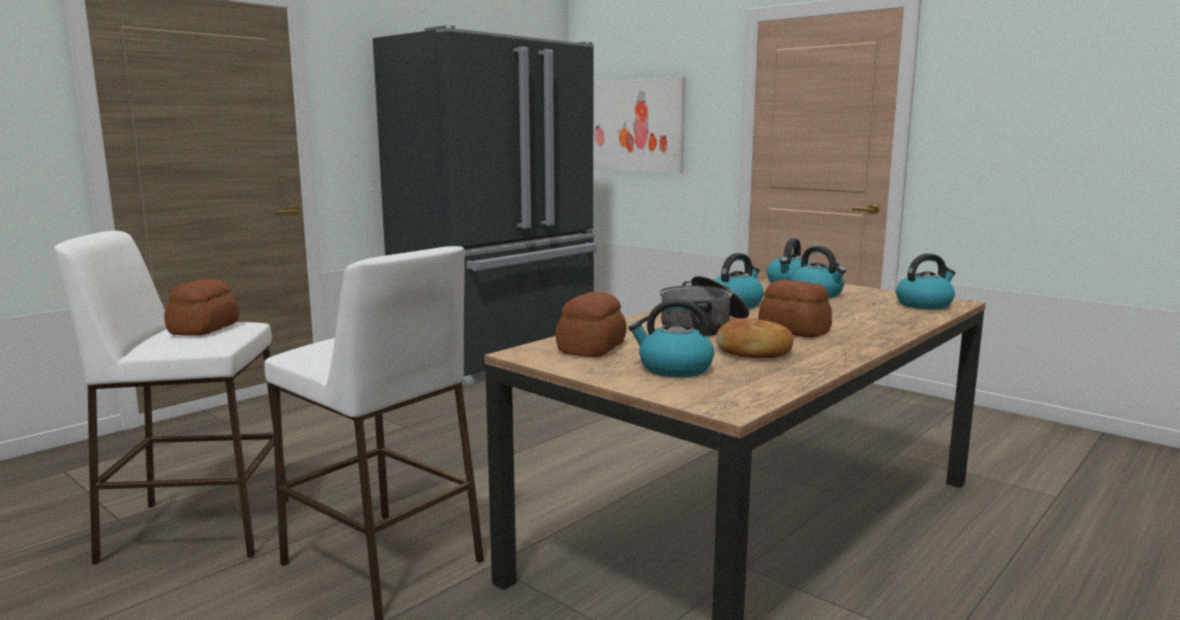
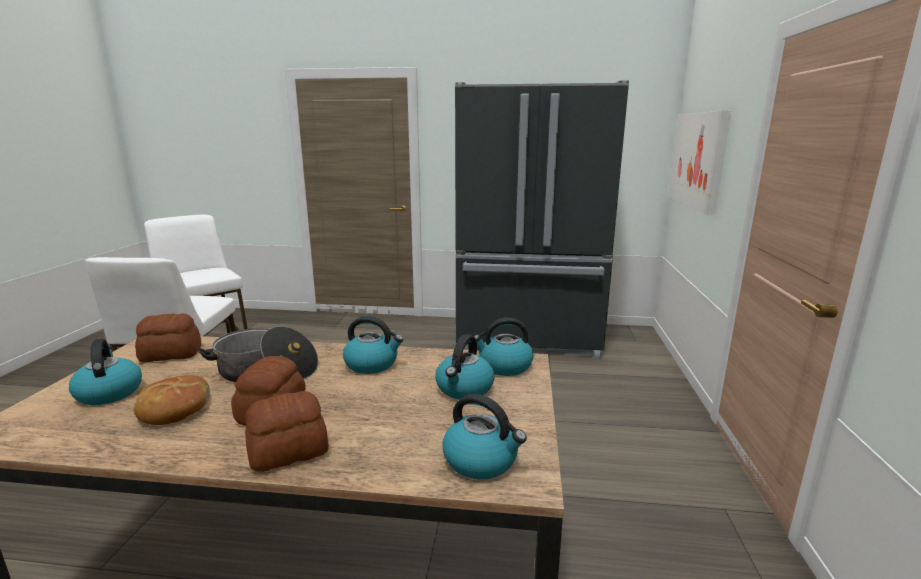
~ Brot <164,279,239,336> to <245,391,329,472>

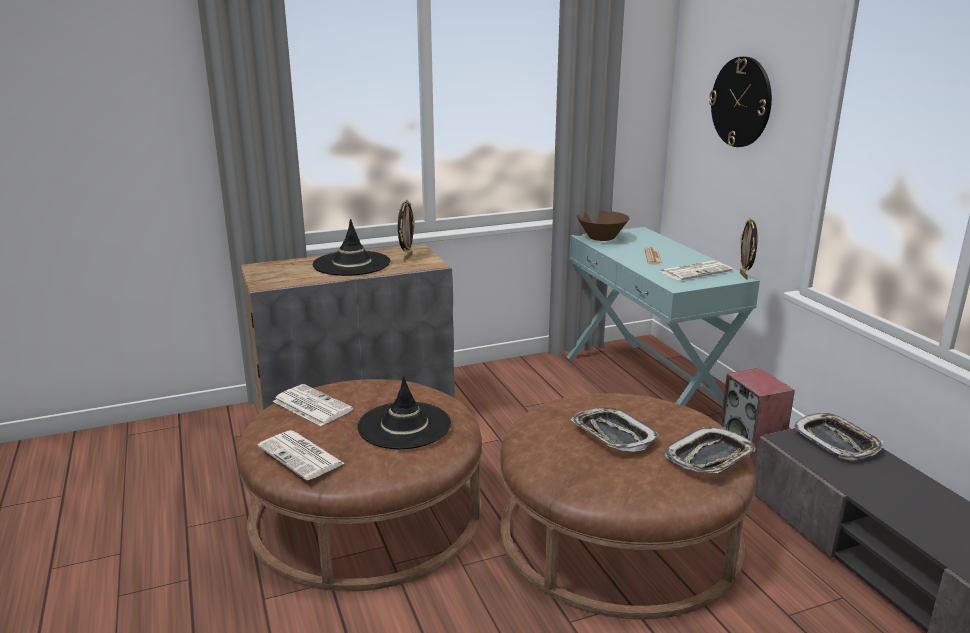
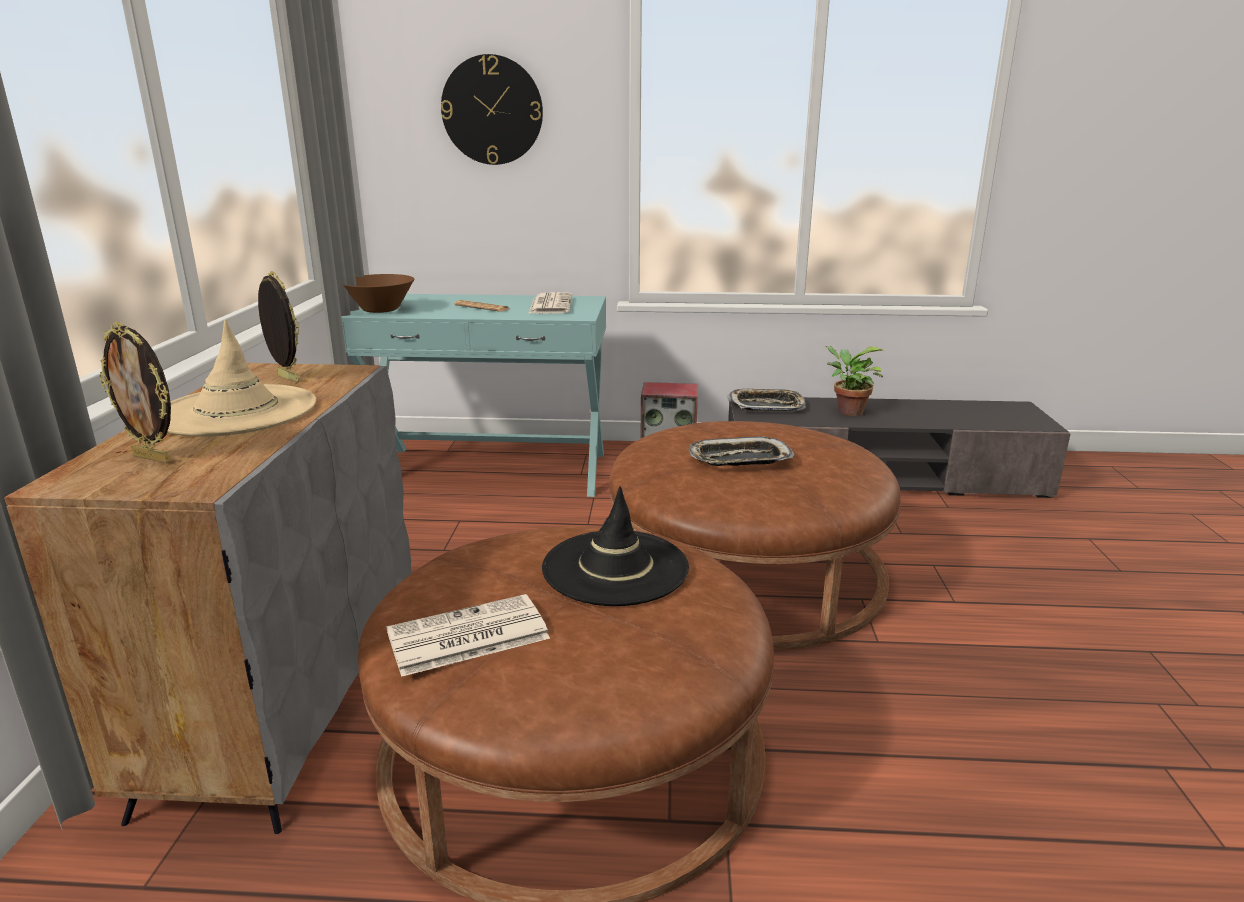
- Zeitung <258,431,345,480>
~ Hut [schwarz] <313,219,390,276> to Hut [beige] <167,319,316,437>
- Tablett <665,427,755,473>
~ Bilderrahmen <740,218,758,280> to <99,322,171,463>
+ Topfpflanze <825,346,884,416>

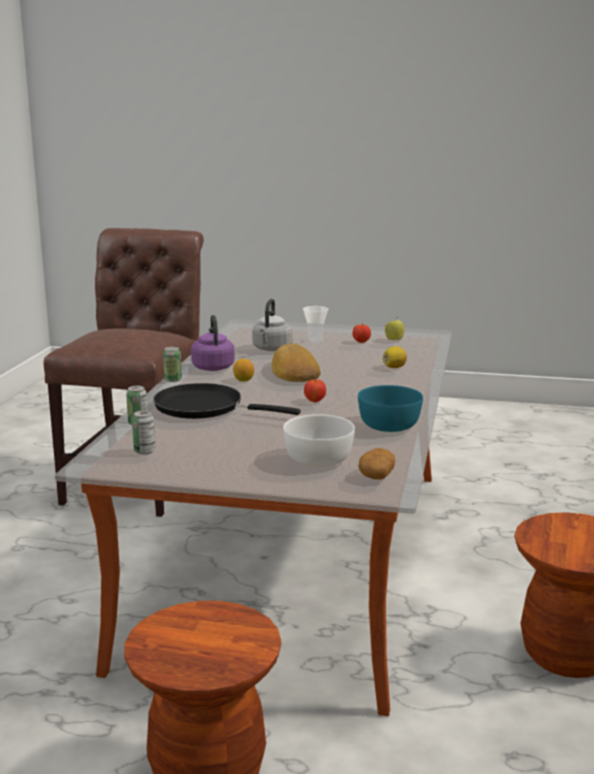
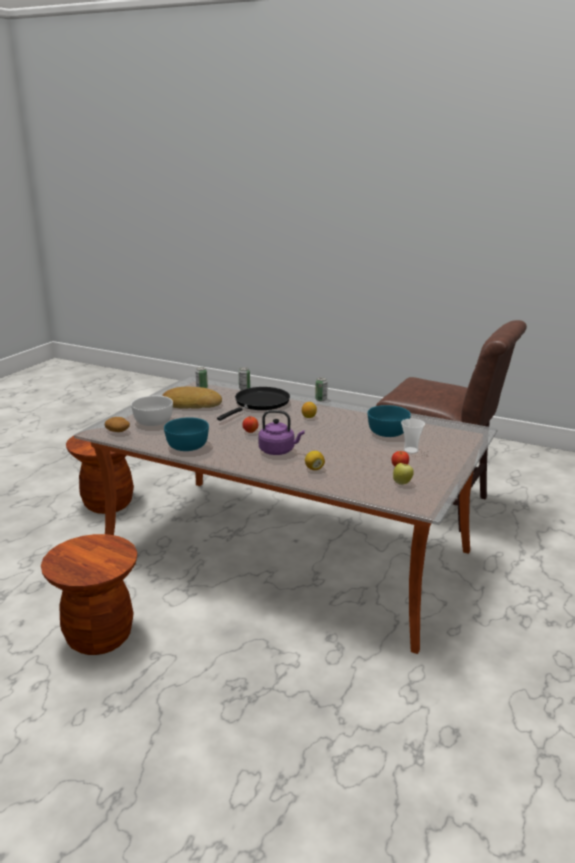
~ Wasserkessel [lila] <191,315,235,371> to <258,410,305,455>
~ Wasserkessel [grau] <252,299,292,351> to Schüssel [türkis] <368,405,411,437>
~ Brot <271,344,320,382> to <162,386,222,409>

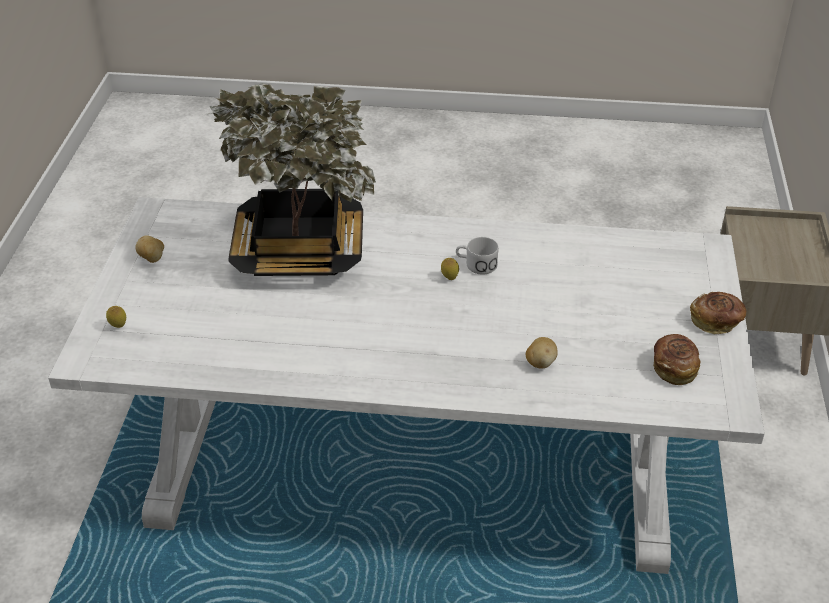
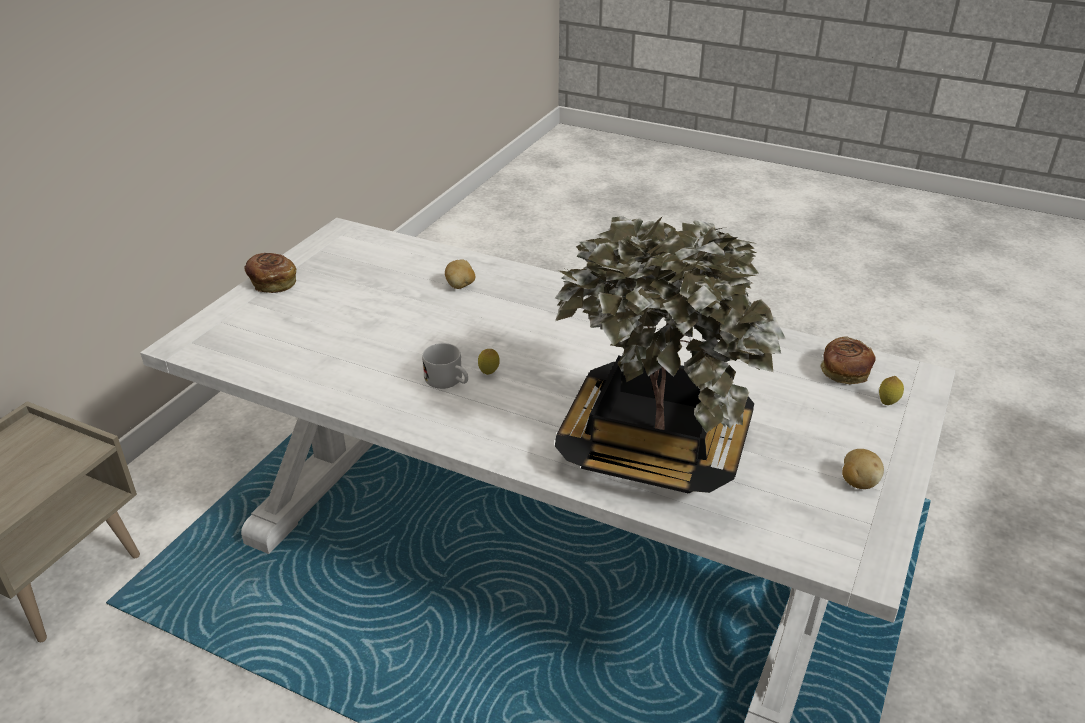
~ Brot <653,334,701,385> to <820,336,876,385>

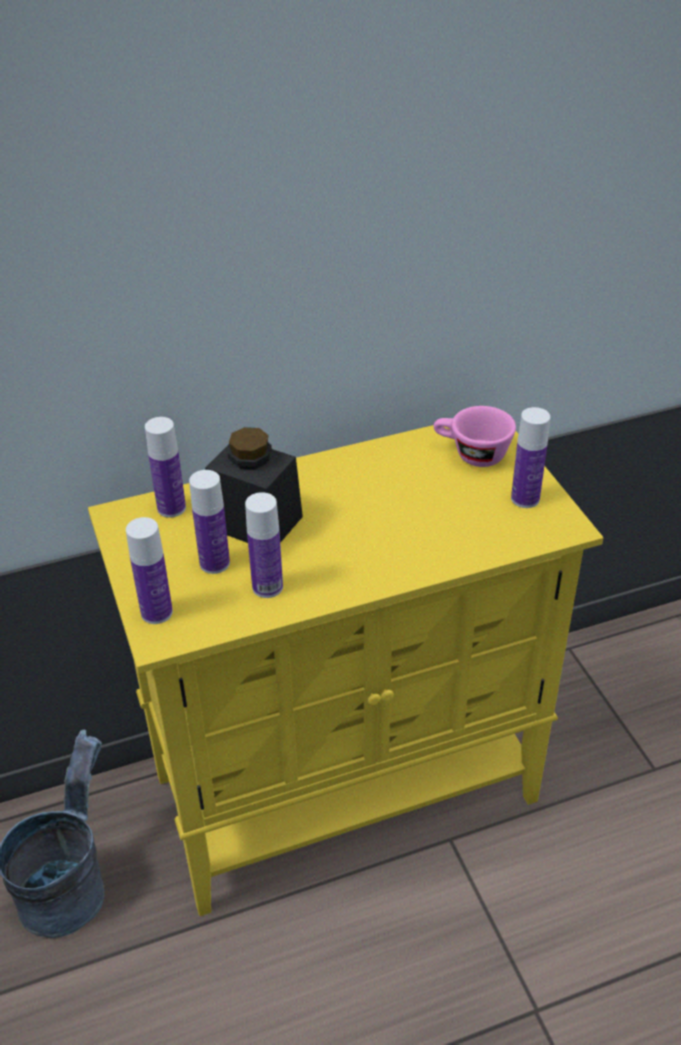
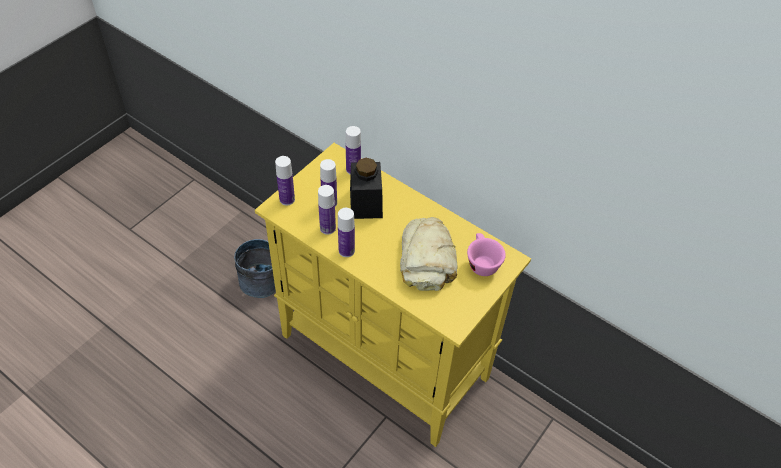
~ Flasche <511,407,550,508> to <338,208,355,257>
+ Brot <400,217,458,291>

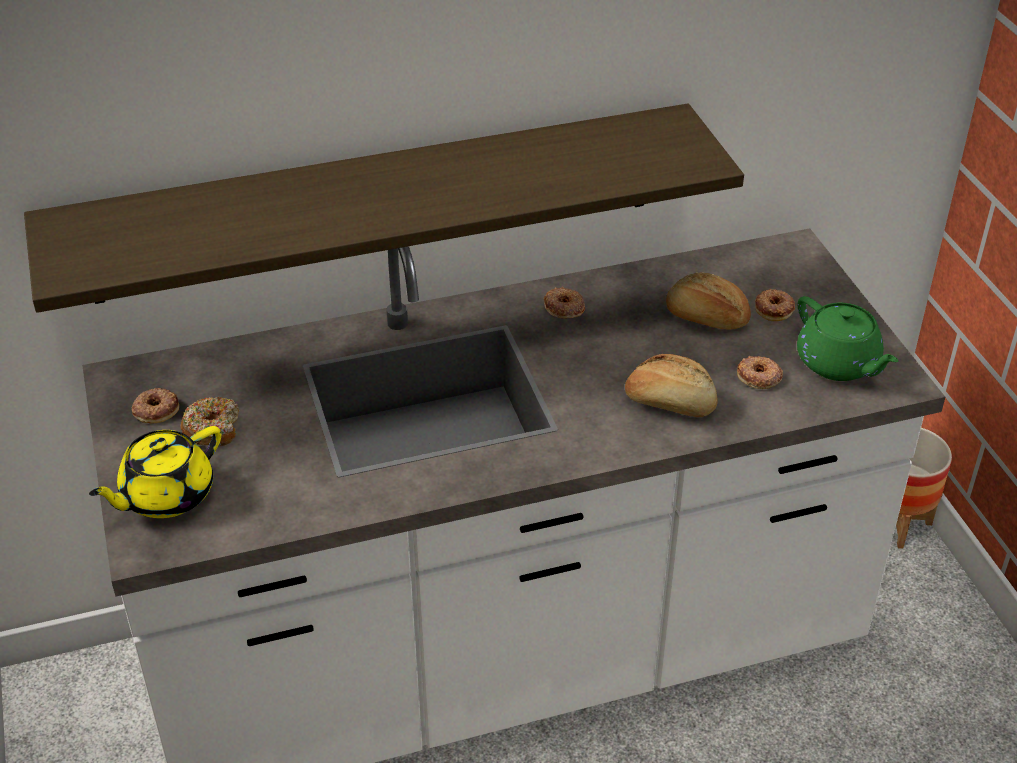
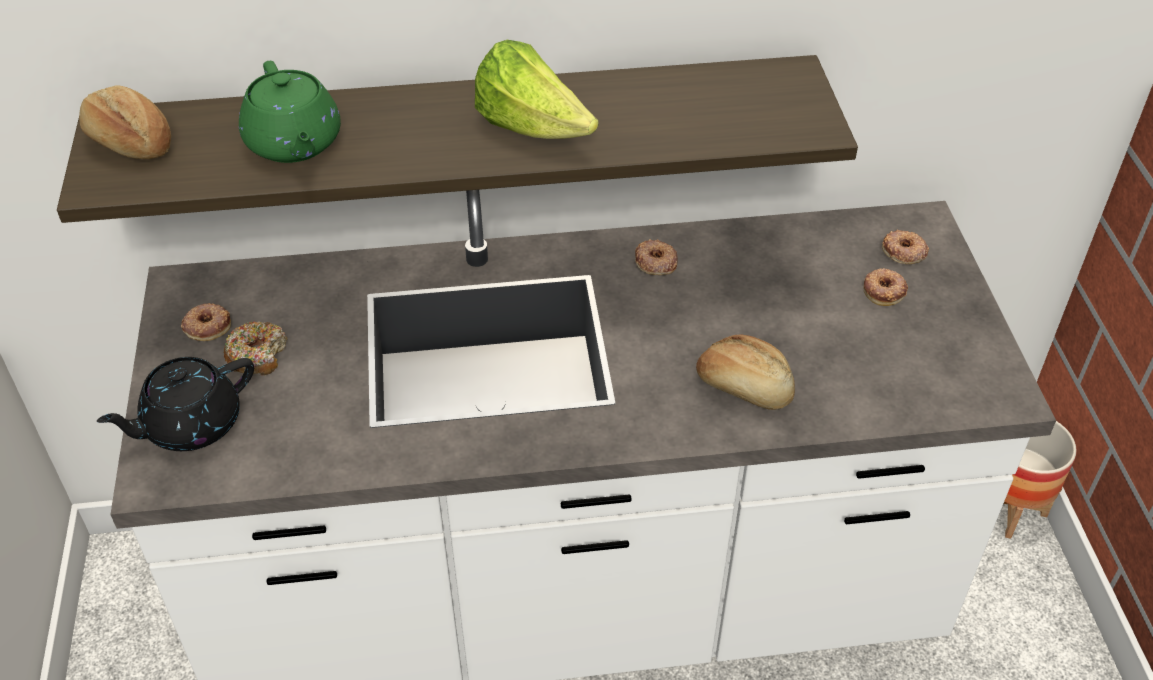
~ Teekanne [gelb] <89,426,221,518> to Teekanne [schwarz] <97,357,254,451>
~ Brot <666,273,751,329> to <79,85,171,159>
~ Donut <737,356,783,389> to <882,229,929,264>
~ Teekanne [grün] <797,296,899,381> to <239,61,341,163>
+ Salatkopf <475,40,599,139>

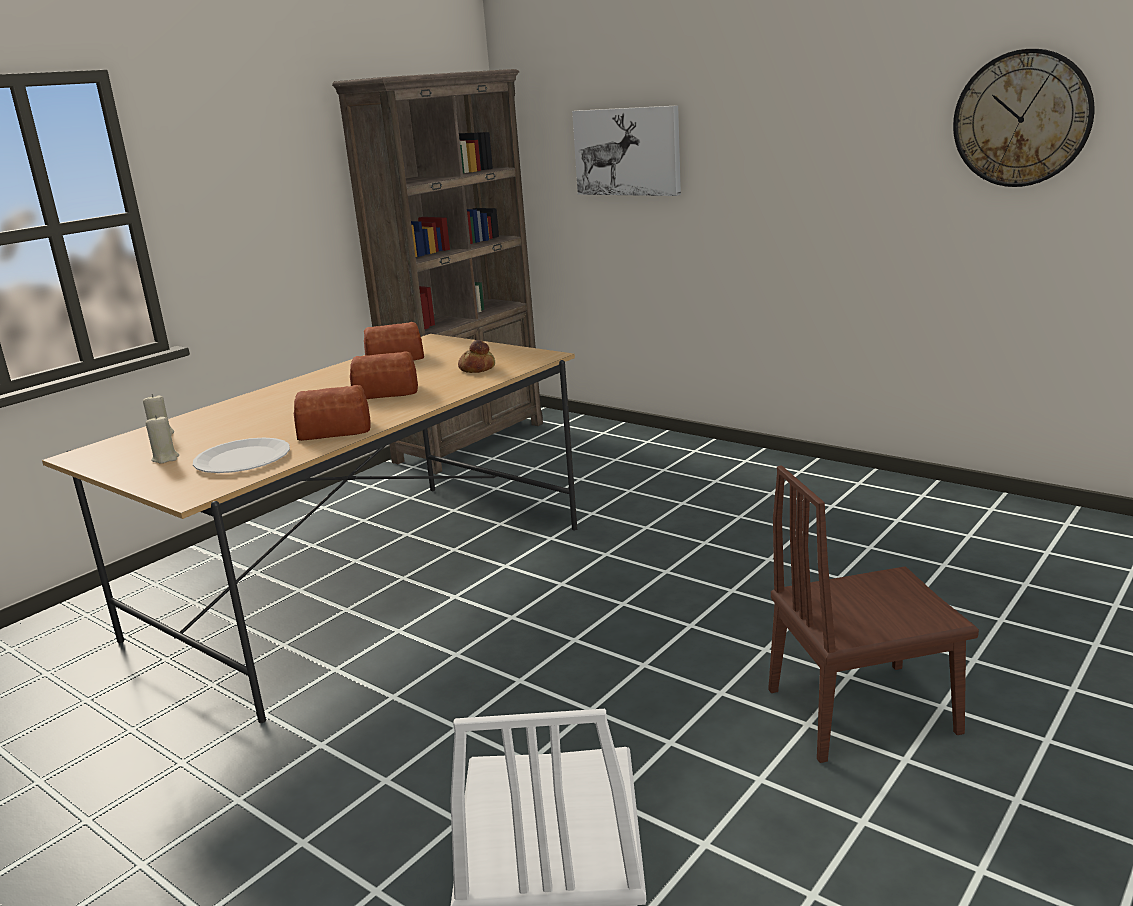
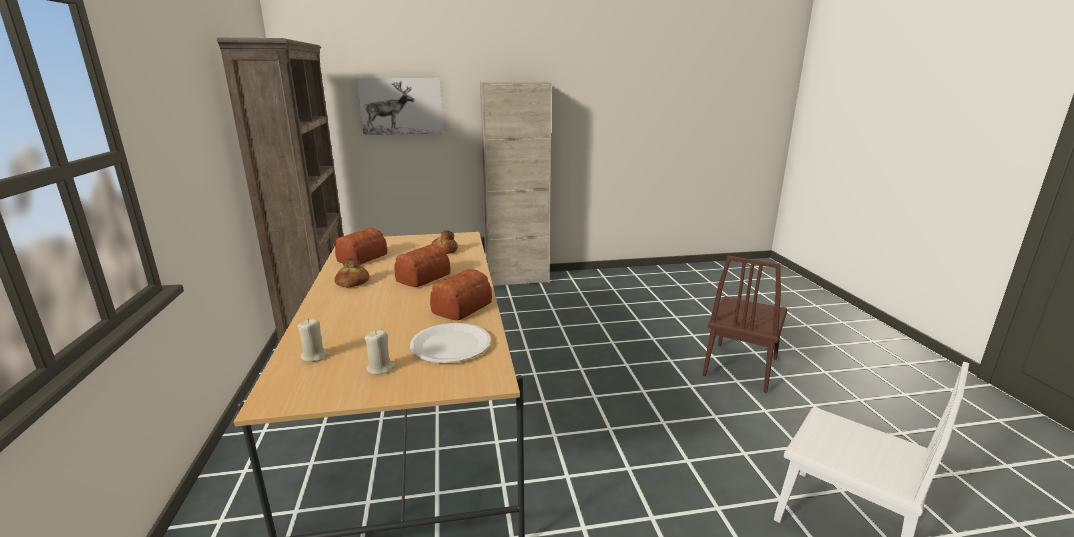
- Wanduhr <953,49,1094,187>
+ Brot <334,258,369,287>
+ Schrank [beige] <480,81,551,286>

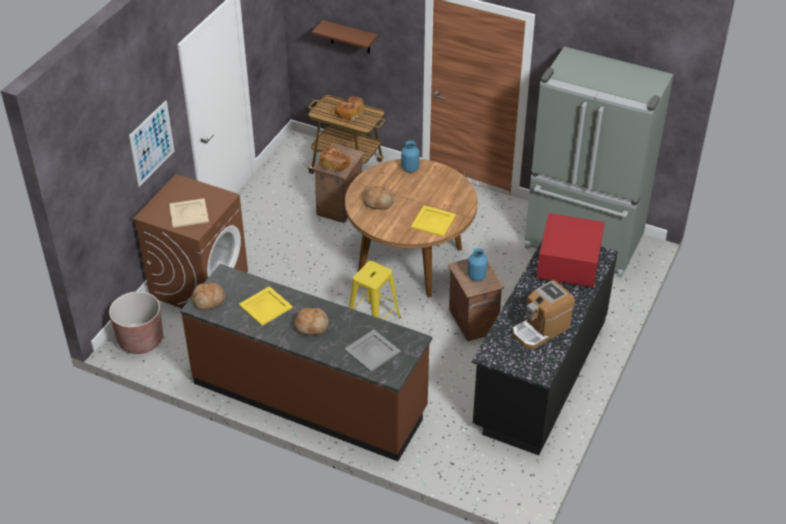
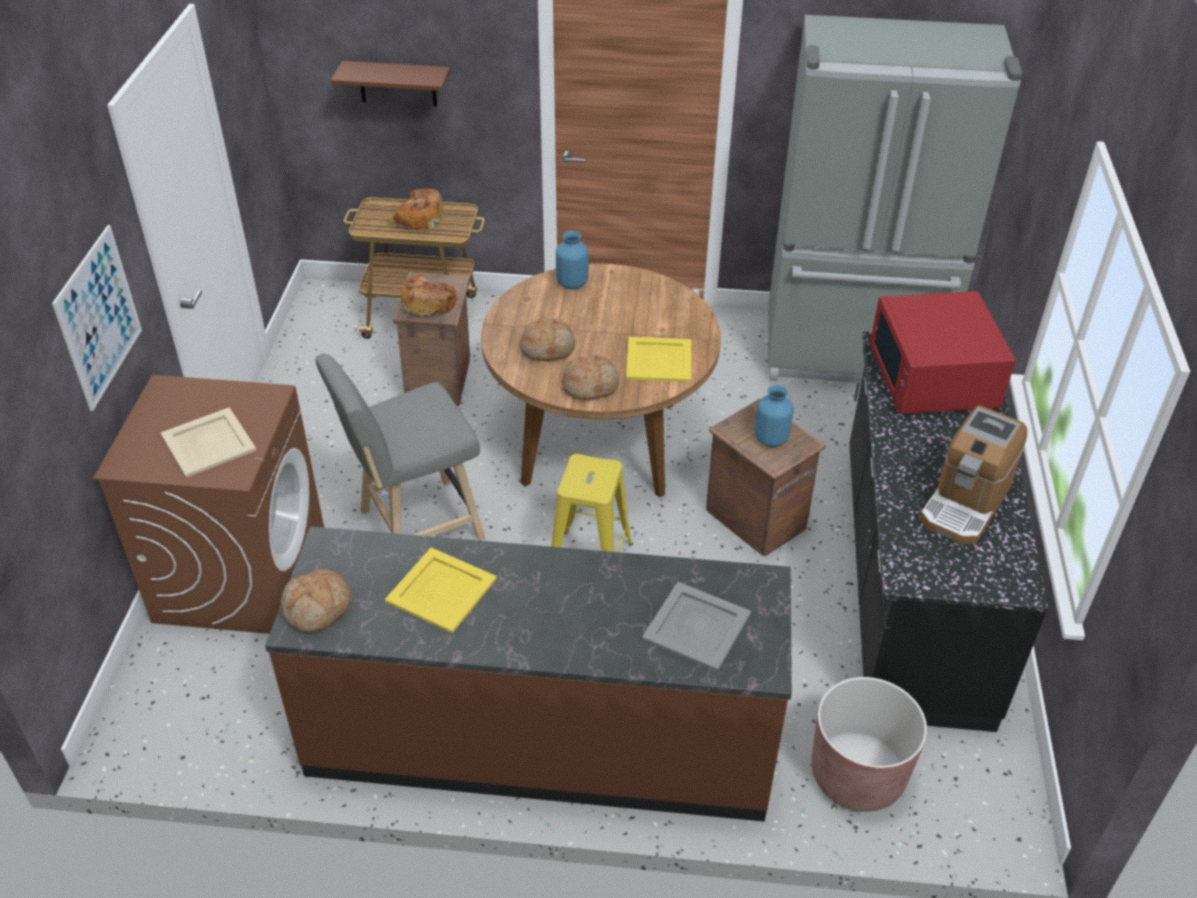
~ Pflanzkübel [braun] <109,291,163,354> to <811,677,927,812>
~ Brot <294,308,329,335> to <562,354,619,400>
+ Hocker [grau] <315,353,486,541>

